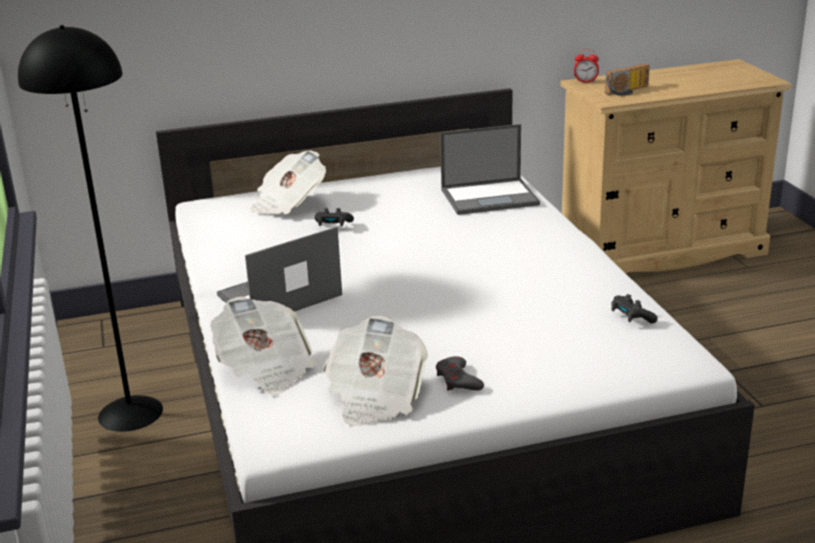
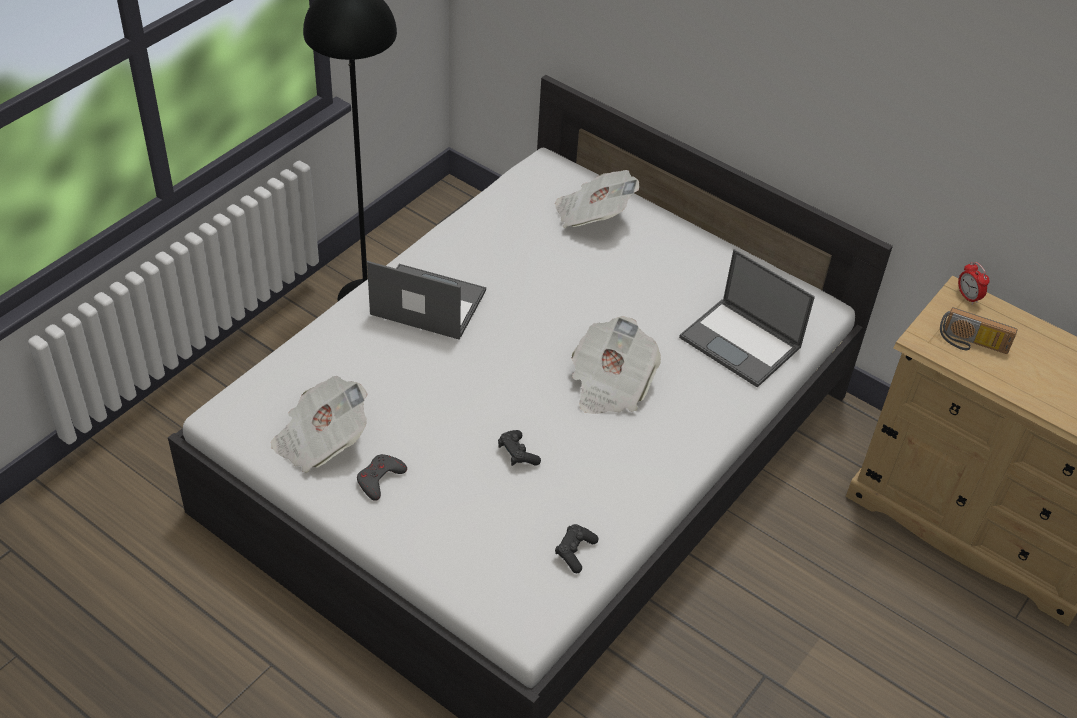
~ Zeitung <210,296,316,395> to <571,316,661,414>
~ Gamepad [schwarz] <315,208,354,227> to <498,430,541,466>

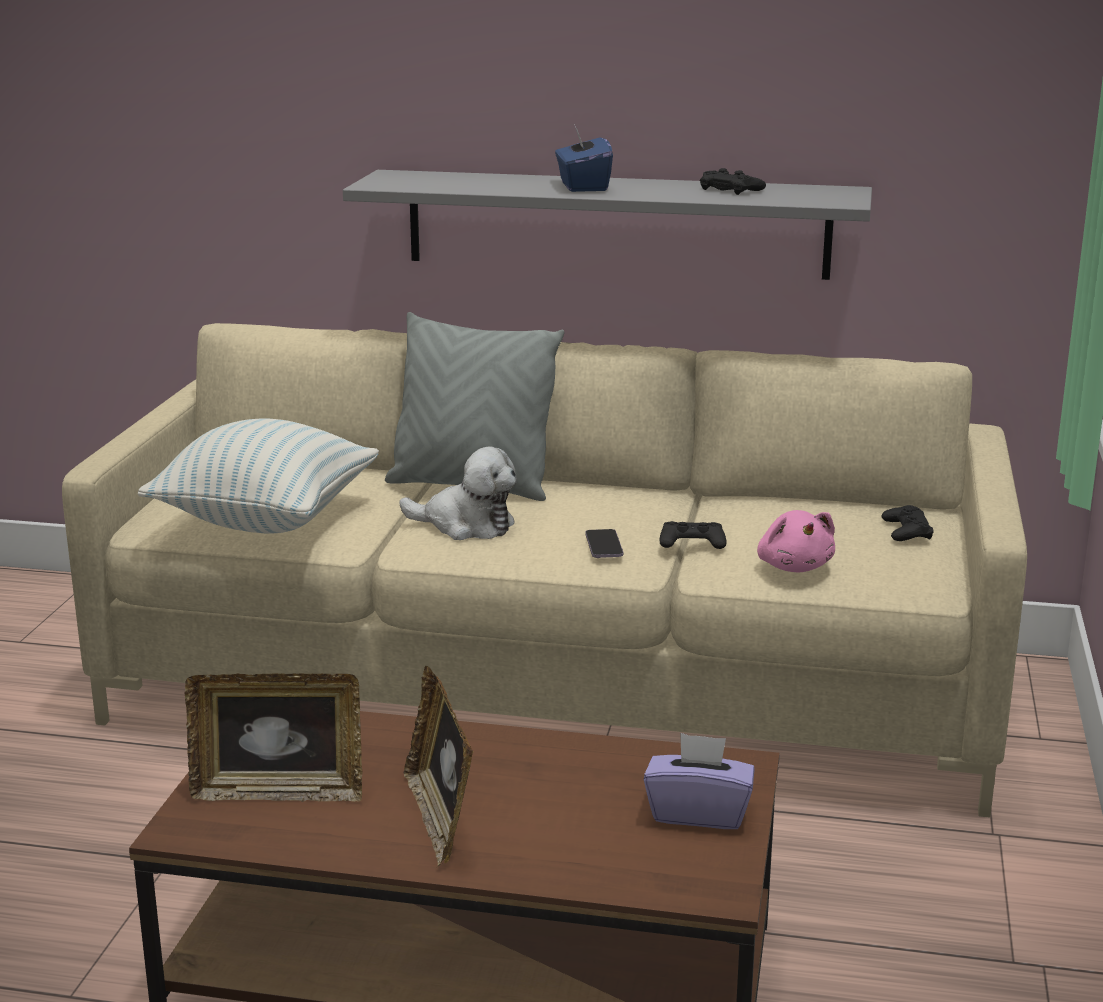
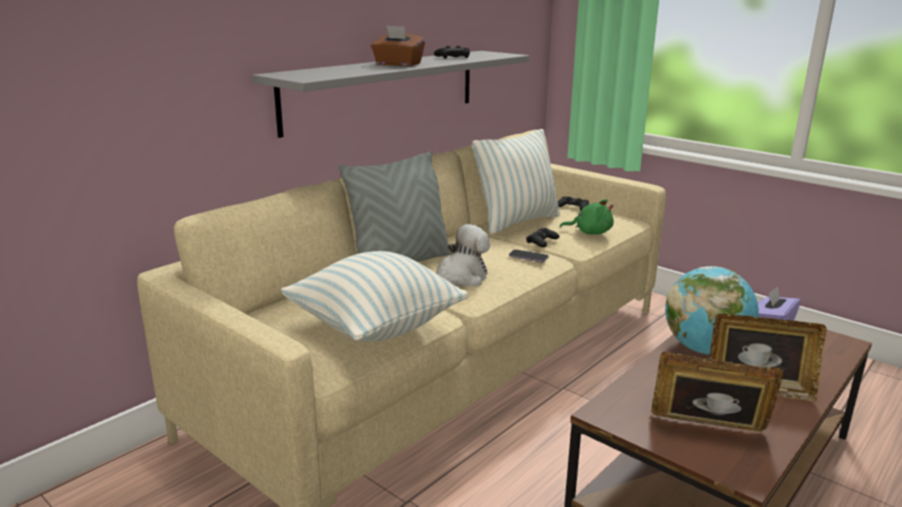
~ Bilderrahmen <185,674,363,802> = <651,352,783,432> 105 degrees counterclockwise
~ Taschentuchbox [blau] <555,124,613,192> to Taschentuchbox [braun] <371,25,425,66>
~ Plüschtier [rosa] <757,510,835,573> to Plüschtier [grün] <560,199,614,235>
+ Kissen <472,129,560,234>
+ Globus <665,266,759,355>

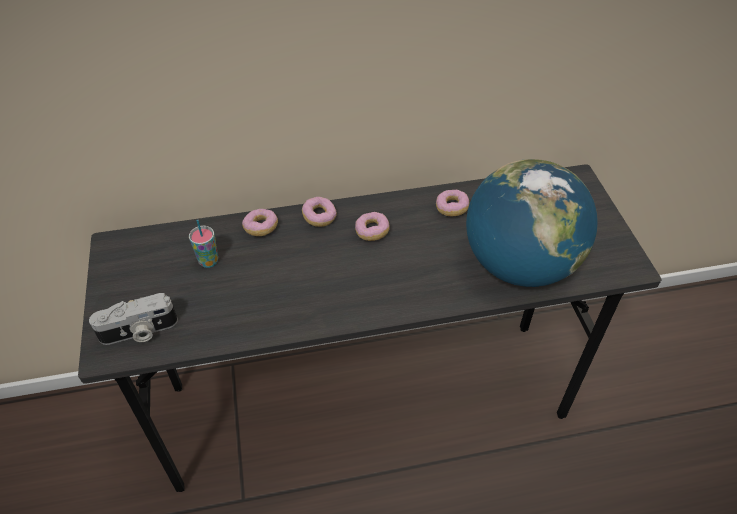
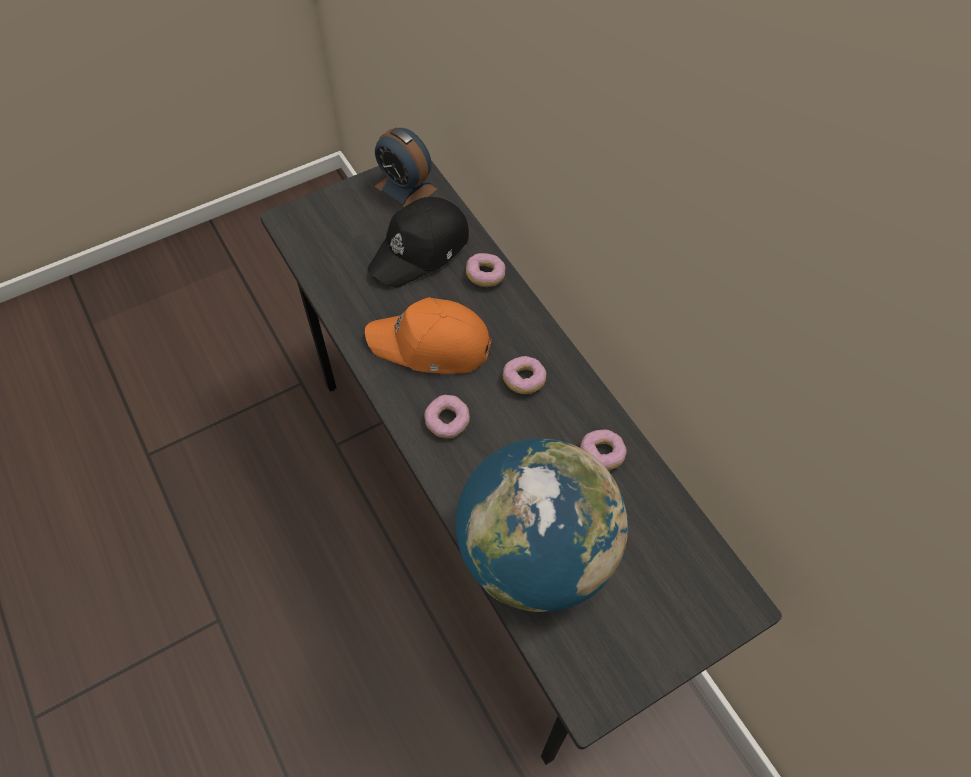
- Kamera <89,293,178,345>
~ Tasse <189,220,218,268> to Kappe [schwarz] <368,197,469,287>
~ Donut <302,197,337,227> to <424,395,470,439>
+ Kappe [orange] <365,297,492,374>
+ Wecker <374,128,438,207>

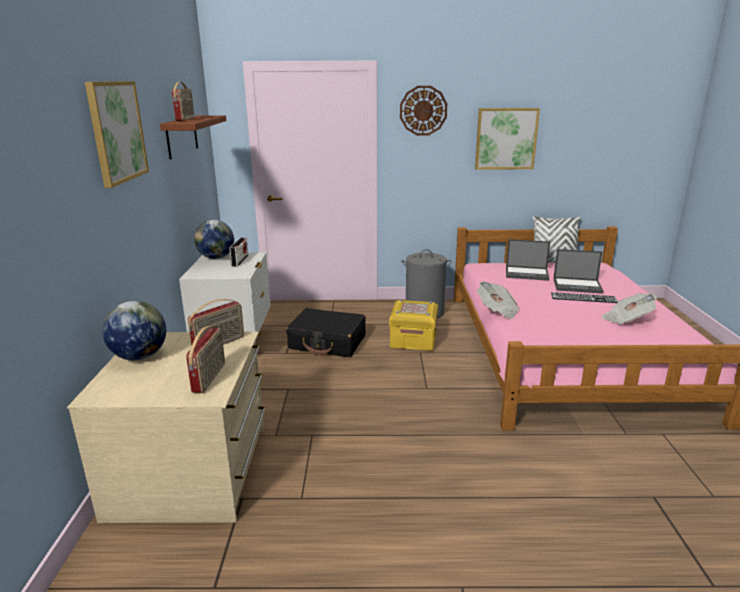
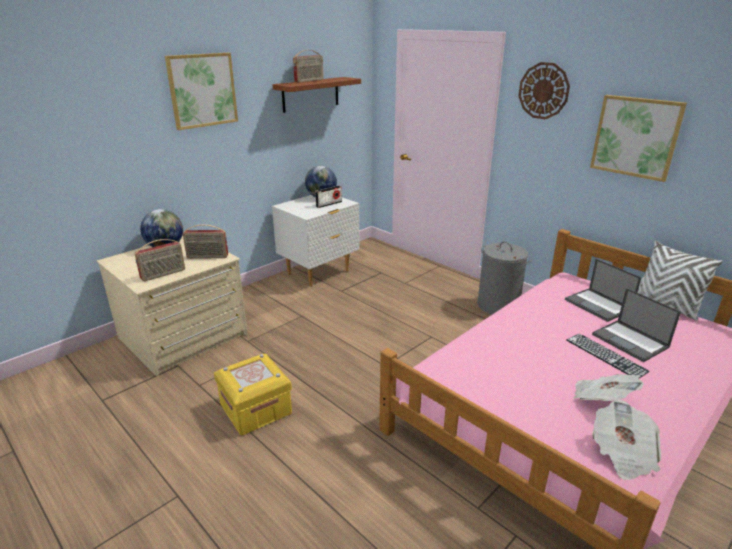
- Koffer [schwarz] <286,308,366,357>
~ Aufbewahrungsbox [gelb] <389,299,438,351> to <214,354,292,435>
~ Zeitung <477,281,520,319> to <592,400,661,480>

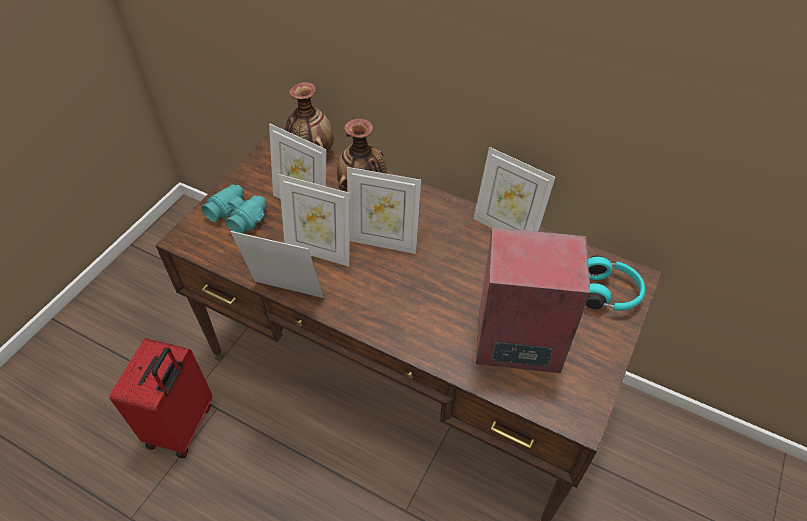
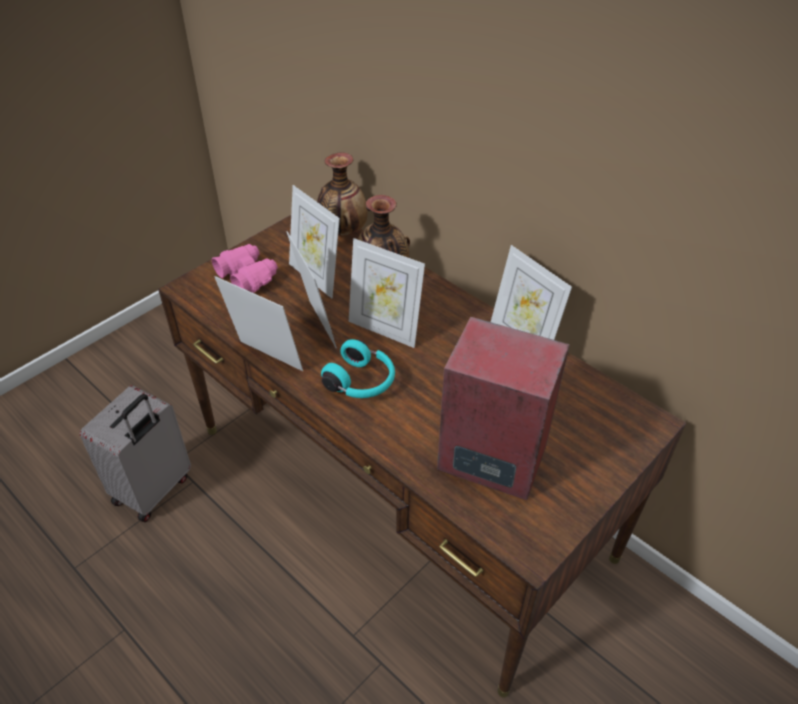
~ Koffer [rot] <110,338,212,458> to Koffer [grau] <80,385,191,522>
~ Fernglas [türkis] <201,184,266,234> to Fernglas [rosa] <212,244,278,293>
~ Bilderrahmen <279,174,350,267> = <286,231,337,348> 150 degrees counterclockwise
~ Kopfhörer [türkis] <586,256,645,311> to <321,339,395,398>

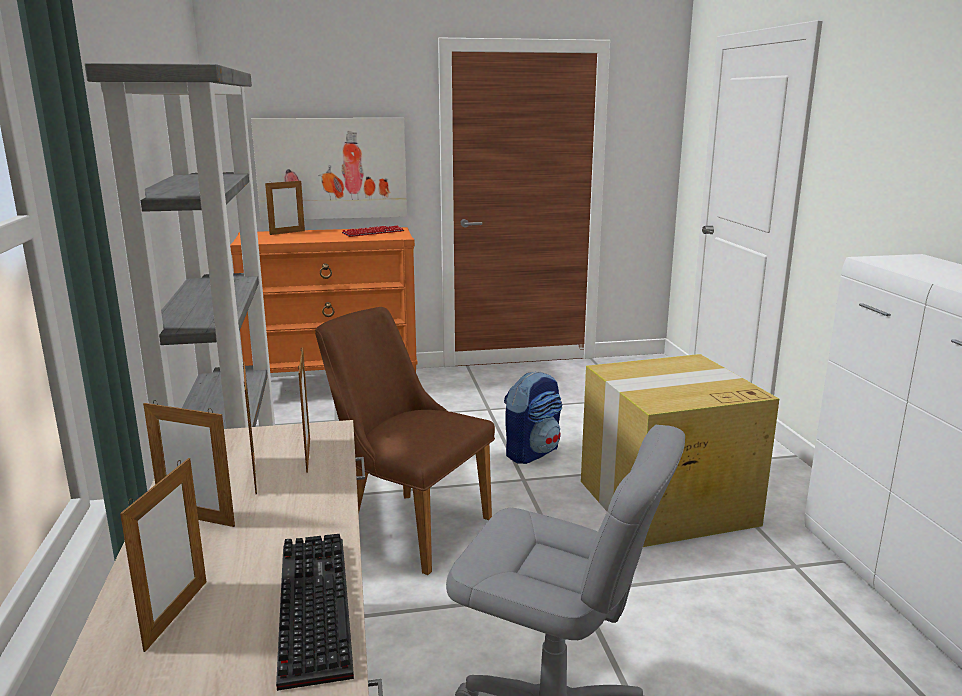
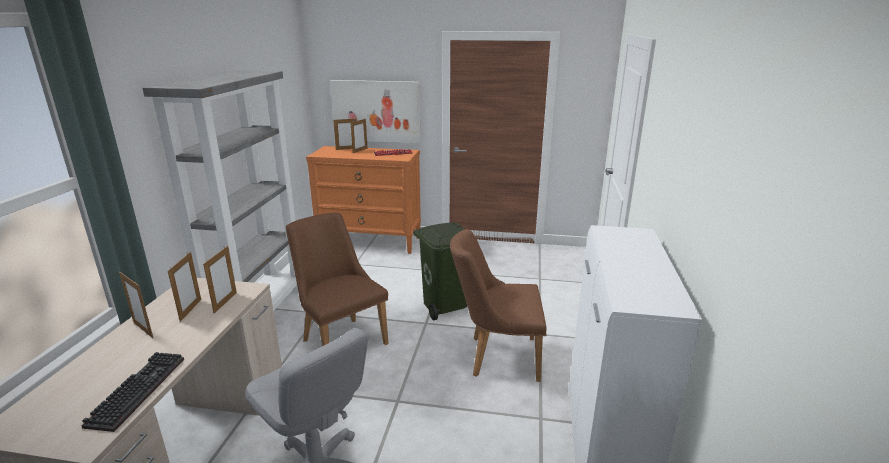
~ Bilderrahmen <120,458,206,652> to <351,119,368,153>
~ Rucksack <504,371,562,464> to Mülleimer [grün] <413,223,467,321>
~ Karton <581,354,779,547> to Stuhl [braun] <450,229,547,382>

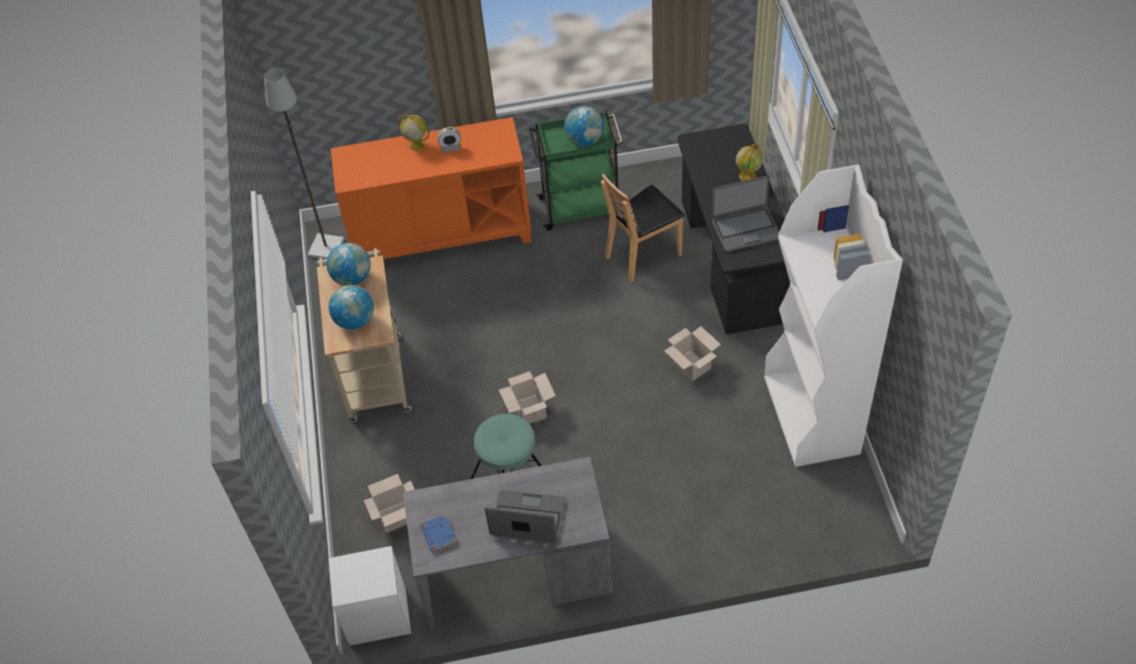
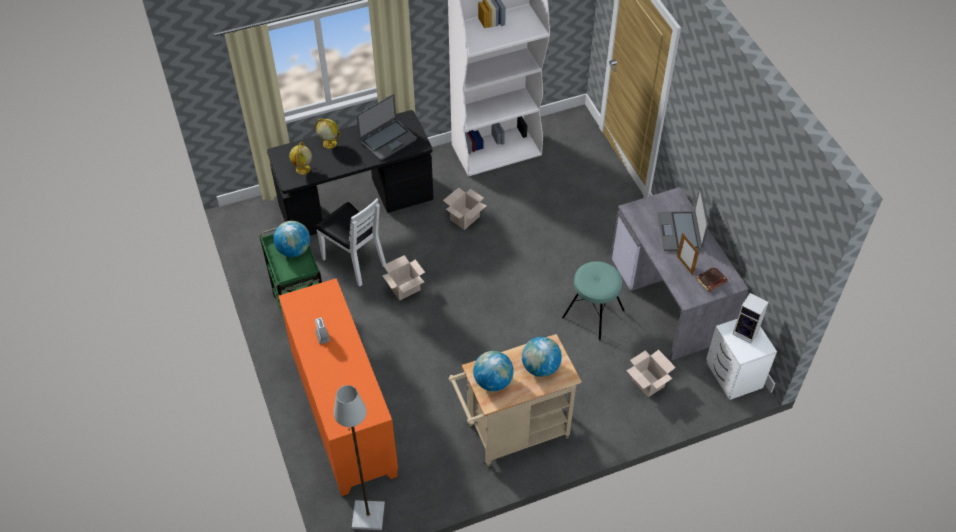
~ Globus <398,115,430,151> to <289,142,312,175>
~ Buch [blau] <420,514,456,552> to Buch [braun] <696,266,728,292>
~ Karton <499,371,556,424> to <382,255,425,300>
~ Stuhl [braun] <601,174,685,283> to Stuhl [weiß] <315,199,386,287>
~ Laptop <711,175,779,252> = <356,94,417,161> 75 degrees clockwise
+ Bilderrahmen <677,232,699,275>
+ Lautsprecher <733,293,769,343>

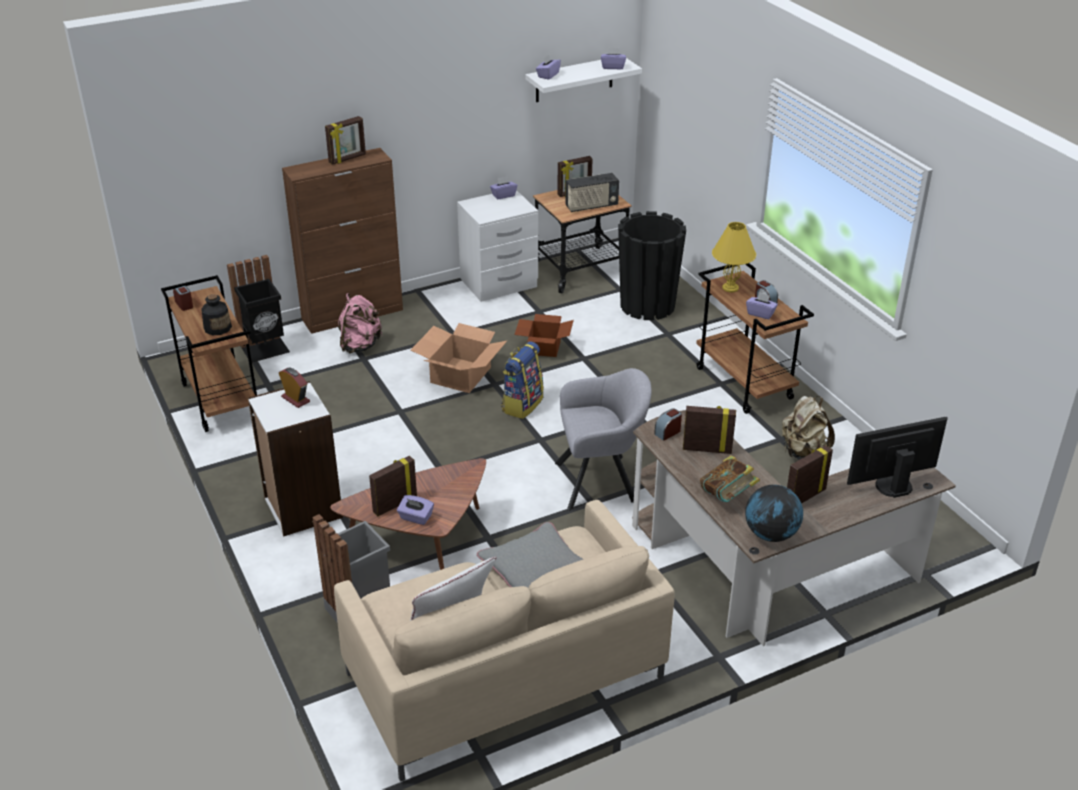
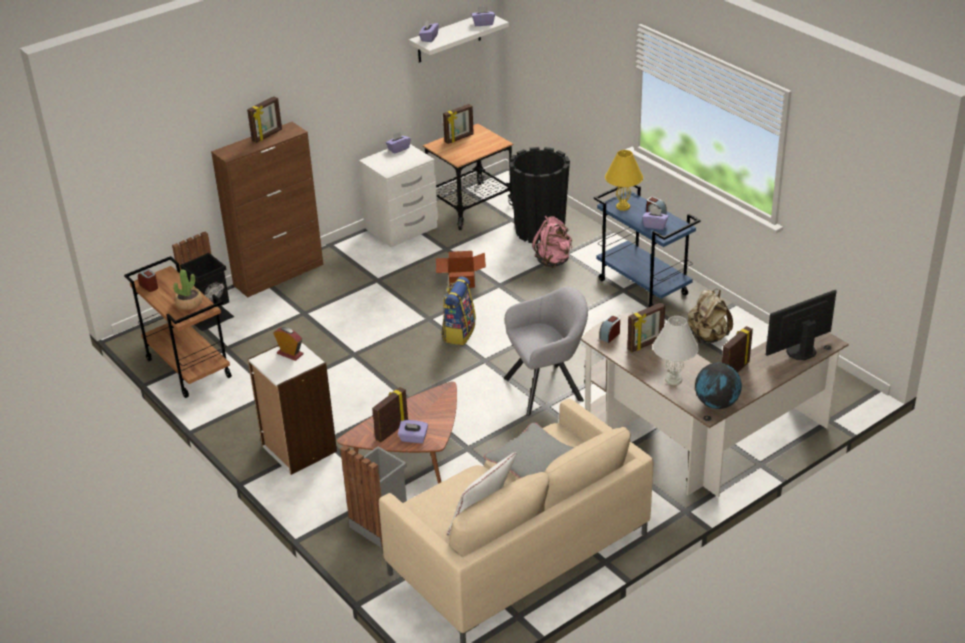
~ Flasche <201,294,232,335> to Topfpflanze <173,269,202,310>
~ Rucksack [rosa] <338,293,383,353> to <532,215,572,268>
- Karton <411,323,507,393>
- Radio <565,173,619,212>
~ Bilderrahmen <683,406,736,454> = <627,302,665,352> 150 degrees clockwise
~ Rollwagen [braun] <696,263,814,414> to Rollwagen [blau] <594,185,701,308>
~ Buch <700,455,760,502> to Tischlampe [weiß] <653,316,699,385>

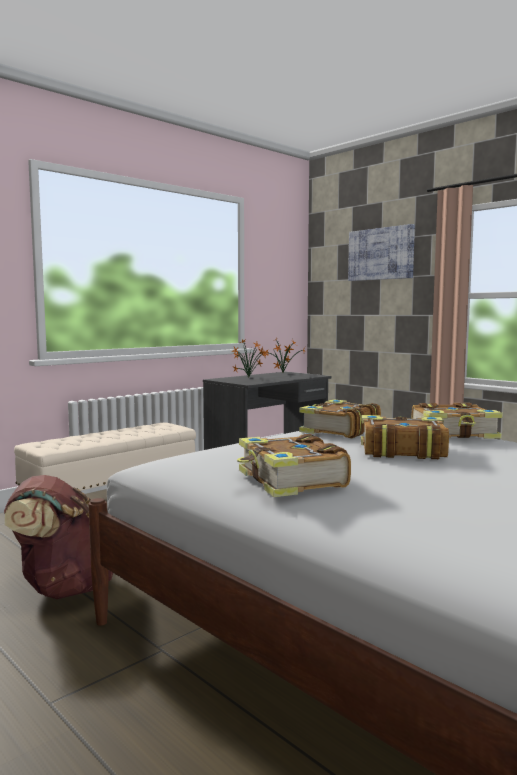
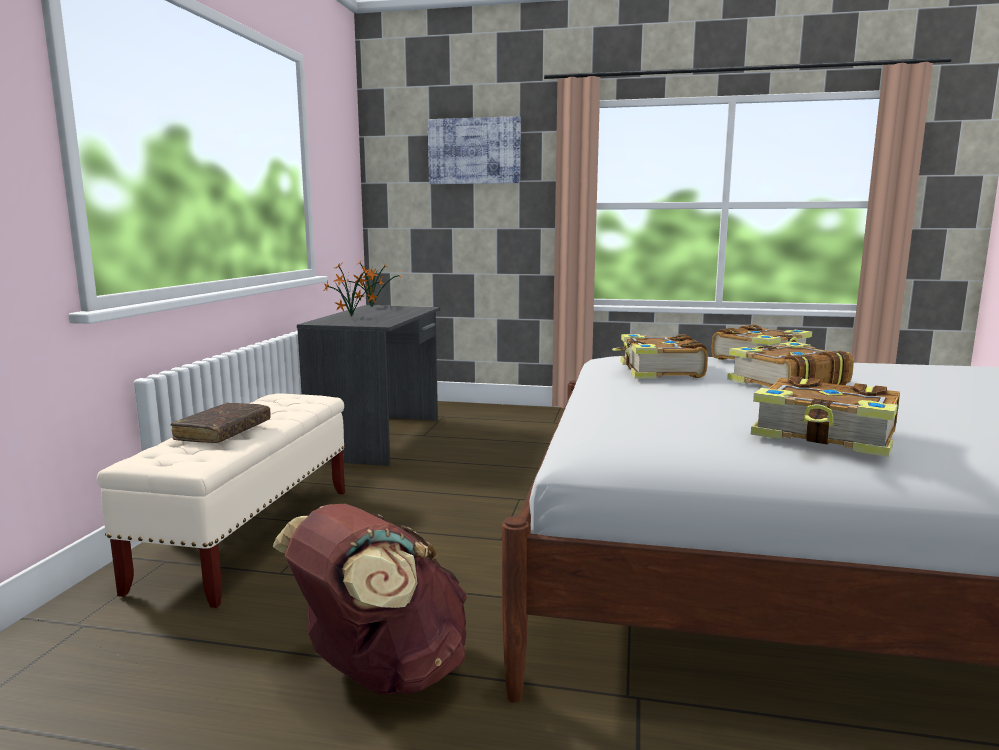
+ Buch [braun] <170,402,271,443>

